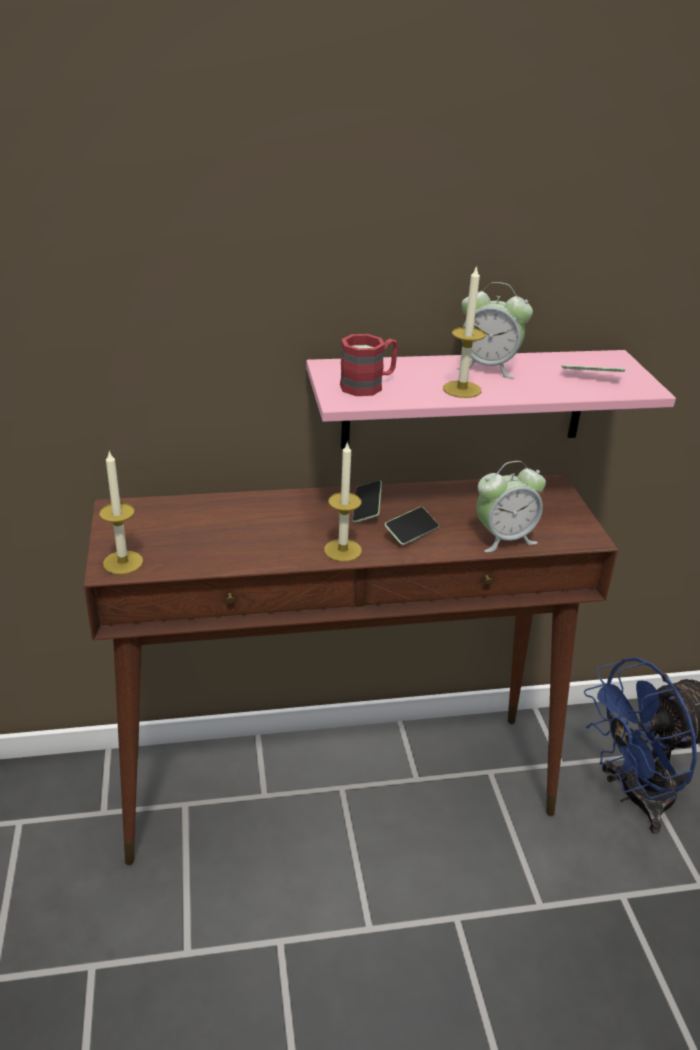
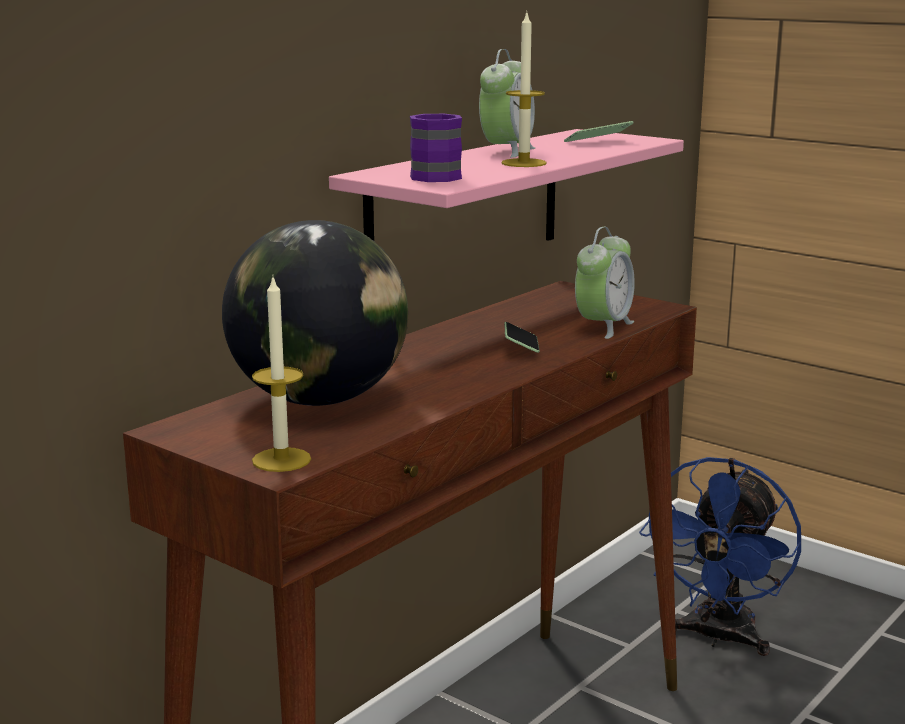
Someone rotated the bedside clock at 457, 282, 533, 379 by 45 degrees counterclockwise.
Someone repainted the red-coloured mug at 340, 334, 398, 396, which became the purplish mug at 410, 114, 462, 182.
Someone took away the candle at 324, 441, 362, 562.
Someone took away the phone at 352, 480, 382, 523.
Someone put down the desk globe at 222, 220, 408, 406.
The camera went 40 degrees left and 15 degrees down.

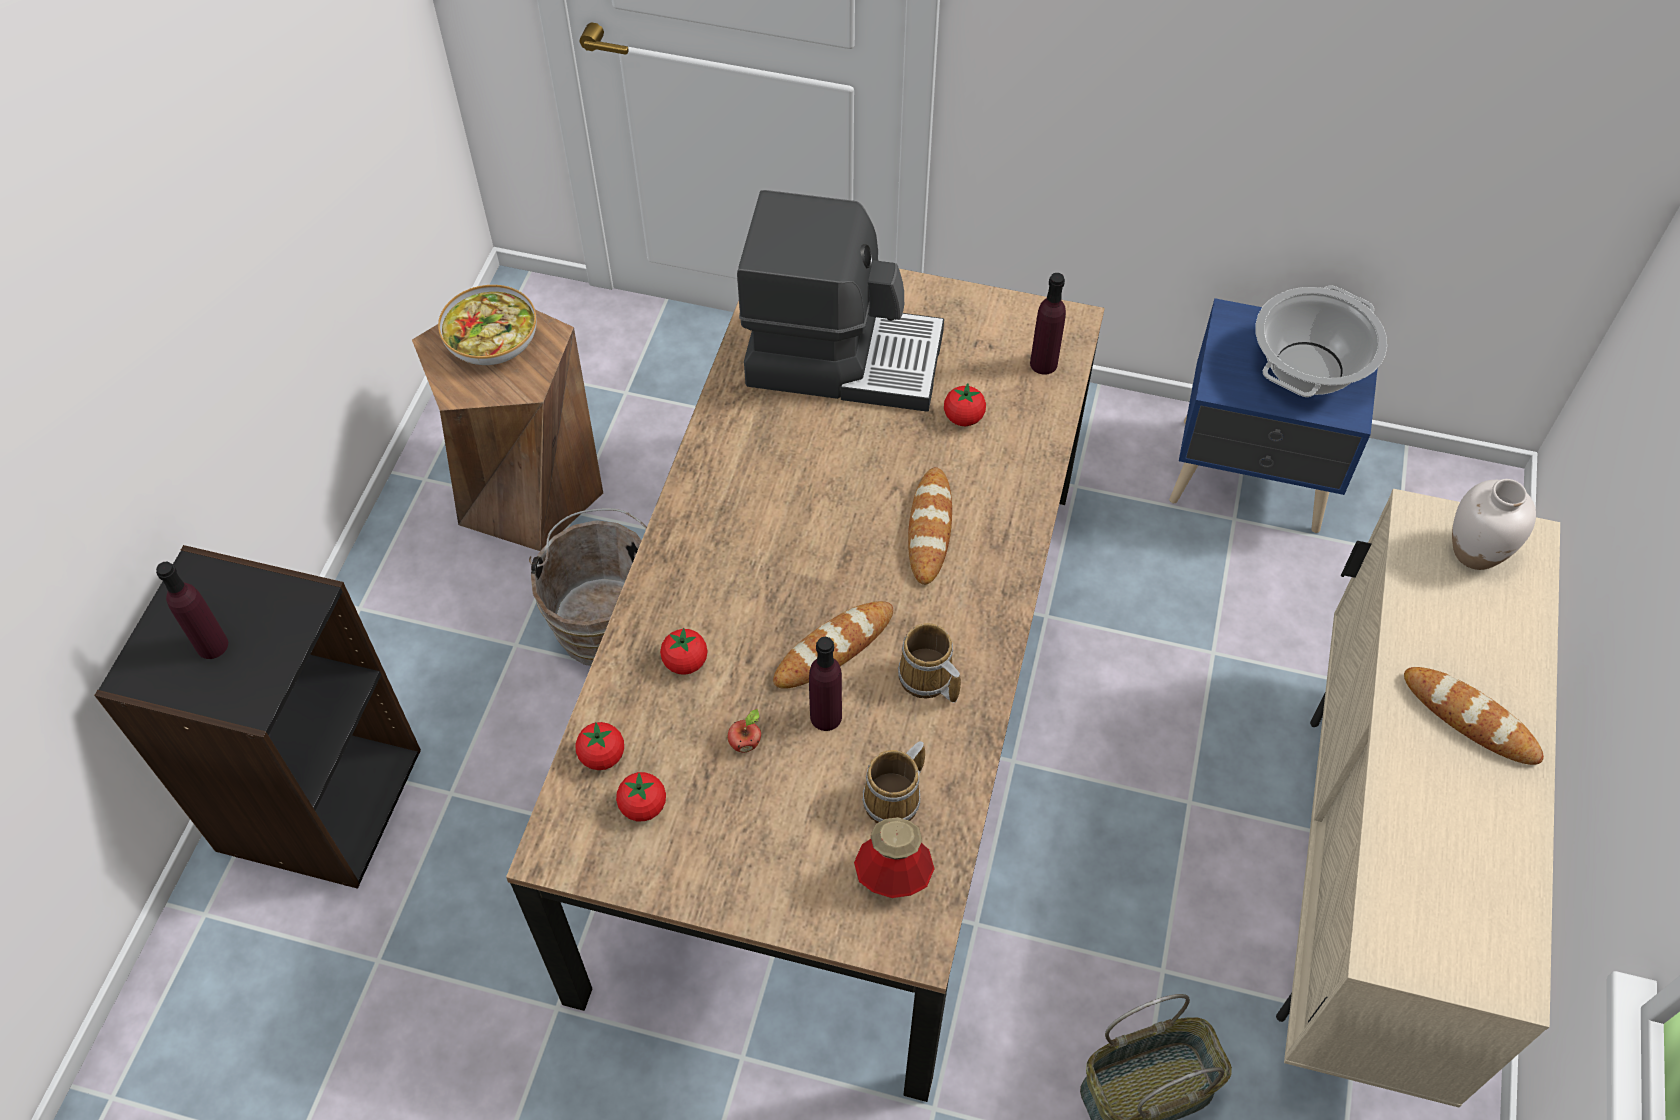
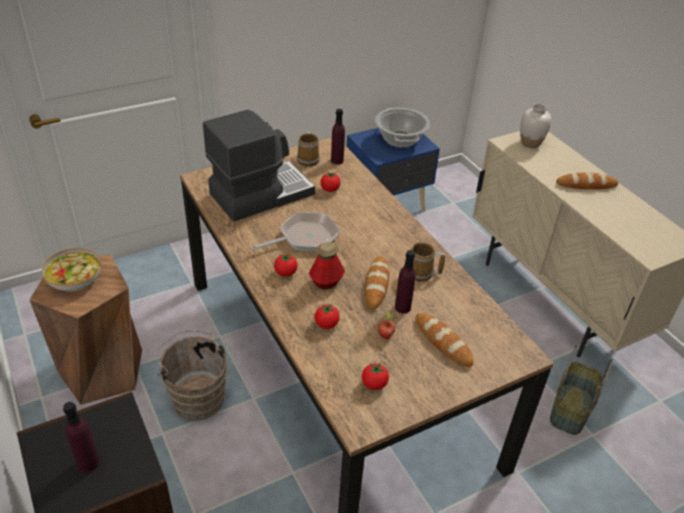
Someone carried the bakery bread from 908, 467, 952, 585 to 416, 313, 474, 367.
Someone carried the tomato from 576, 722, 624, 770 to 274, 253, 298, 277.
Someone carried the mug from 862, 741, 925, 823 to 297, 131, 320, 166.
Someone carried the beverage bottle from 854, 817, 934, 898 to 309, 242, 345, 289.
Someone put down the pan at 251, 212, 340, 252.
The camera went 45 degrees left and 15 degrees down.

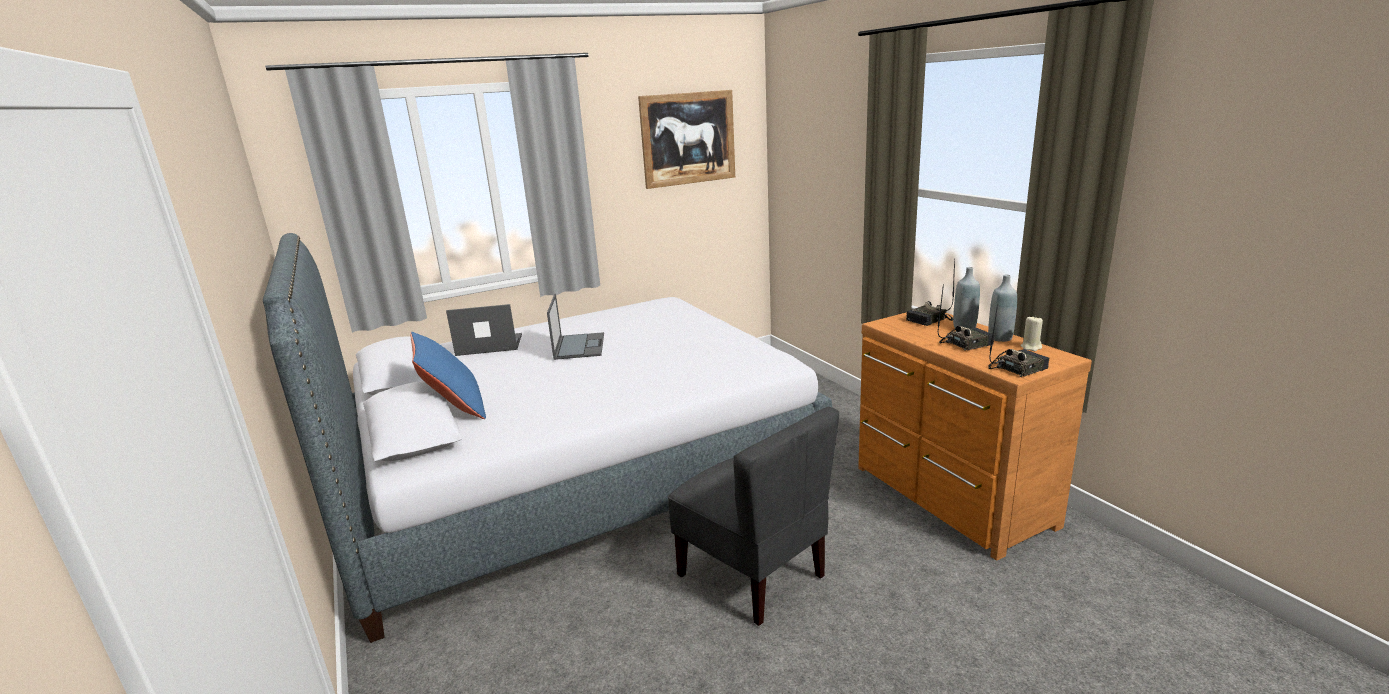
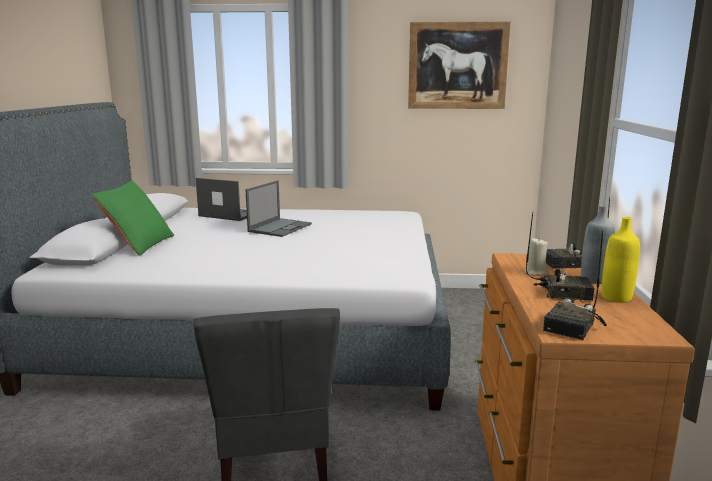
Someone repainted the greyish beverage bottle at 988, 275, 1017, 342, which became the yellow-coloured beverage bottle at 602, 217, 640, 303.
Someone rotated the radio receiver at 988, 304, 1049, 377 by 120 degrees clockwise.
Someone carried the beige-coloured candle from 1021, 316, 1043, 351 to 524, 238, 548, 276.
Someone repainted the bluish cushion at 410, 332, 486, 419, which became the green-coloured cushion at 91, 180, 174, 256.
The camera went 30 degrees right and 5 degrees down.

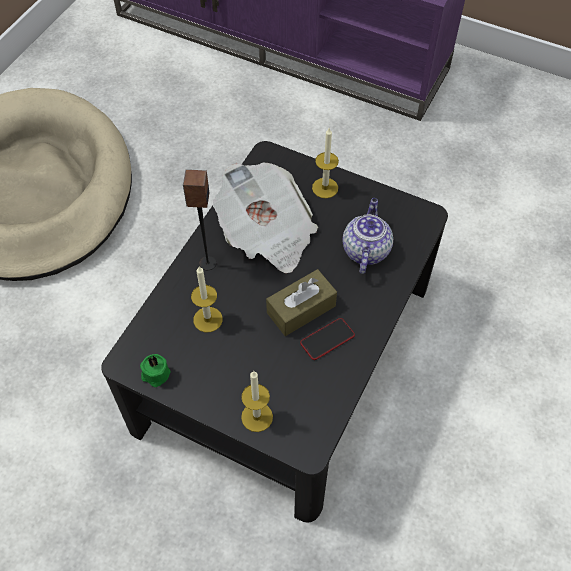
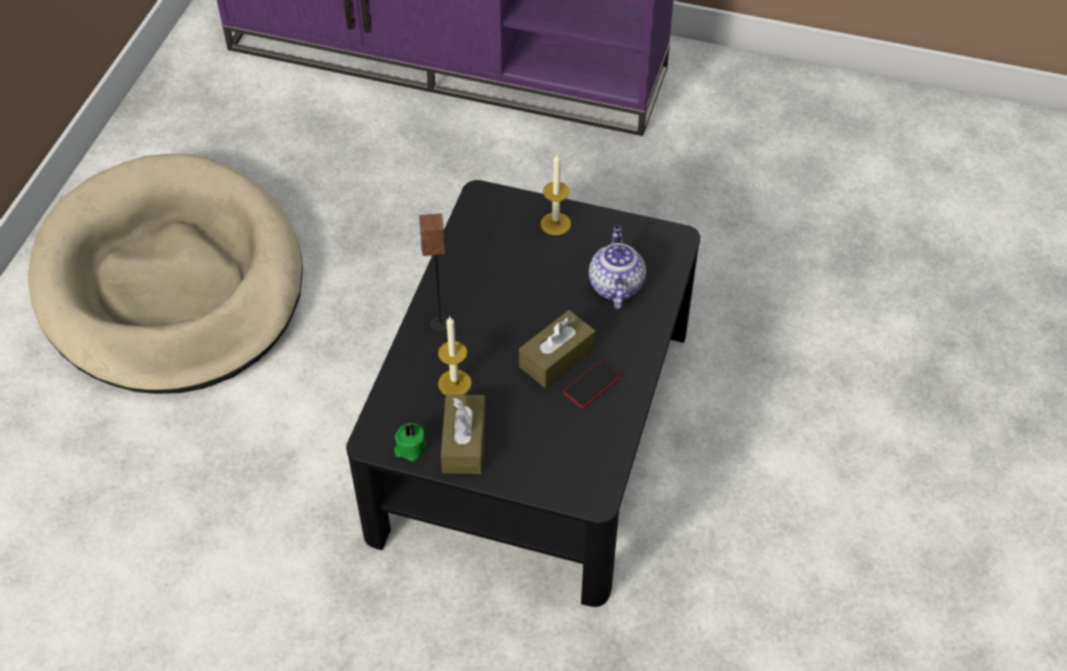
Someone took away the daily paper at 213, 162, 318, 273.
Someone took away the candle at 241, 371, 273, 432.
Someone put down the brown box of tissues at 441, 394, 486, 474.
The camera went 10 degrees left and 5 degrees down.

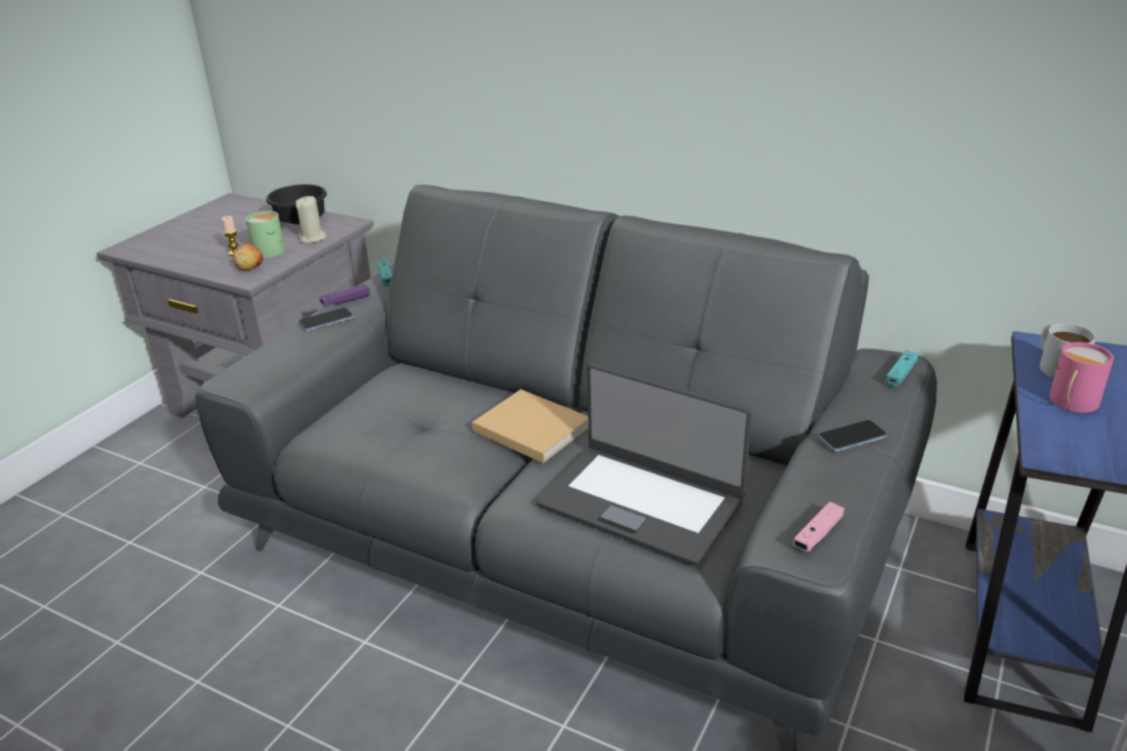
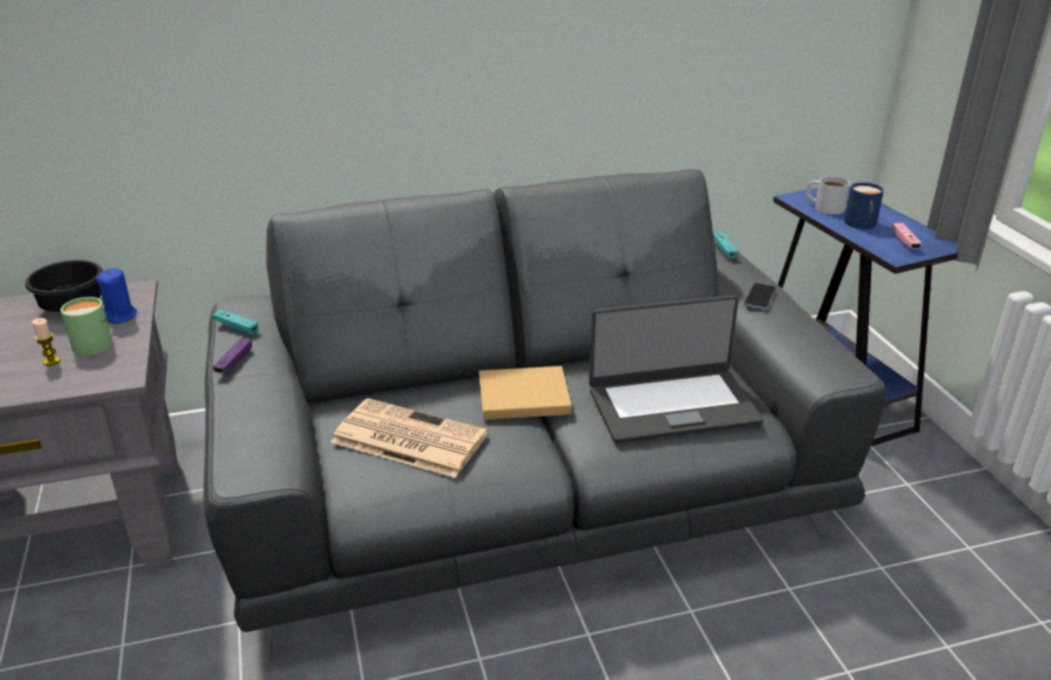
Someone repainted the beige-coloured candle at 296, 196, 327, 243, which became the bluish candle at 97, 268, 137, 324.
Someone took away the whole apple at 233, 243, 263, 270.
Someone took away the phone at 298, 307, 353, 331.
Someone repainted the pink-coloured mug at 1049, 342, 1114, 413, which became the bluish mug at 844, 182, 884, 229.
Someone carried the pink-coloured joypad from 793, 502, 844, 552 to 891, 223, 922, 249.
Someone put down the daily paper at 331, 398, 488, 478.
The camera went 45 degrees left and 0 degrees up.

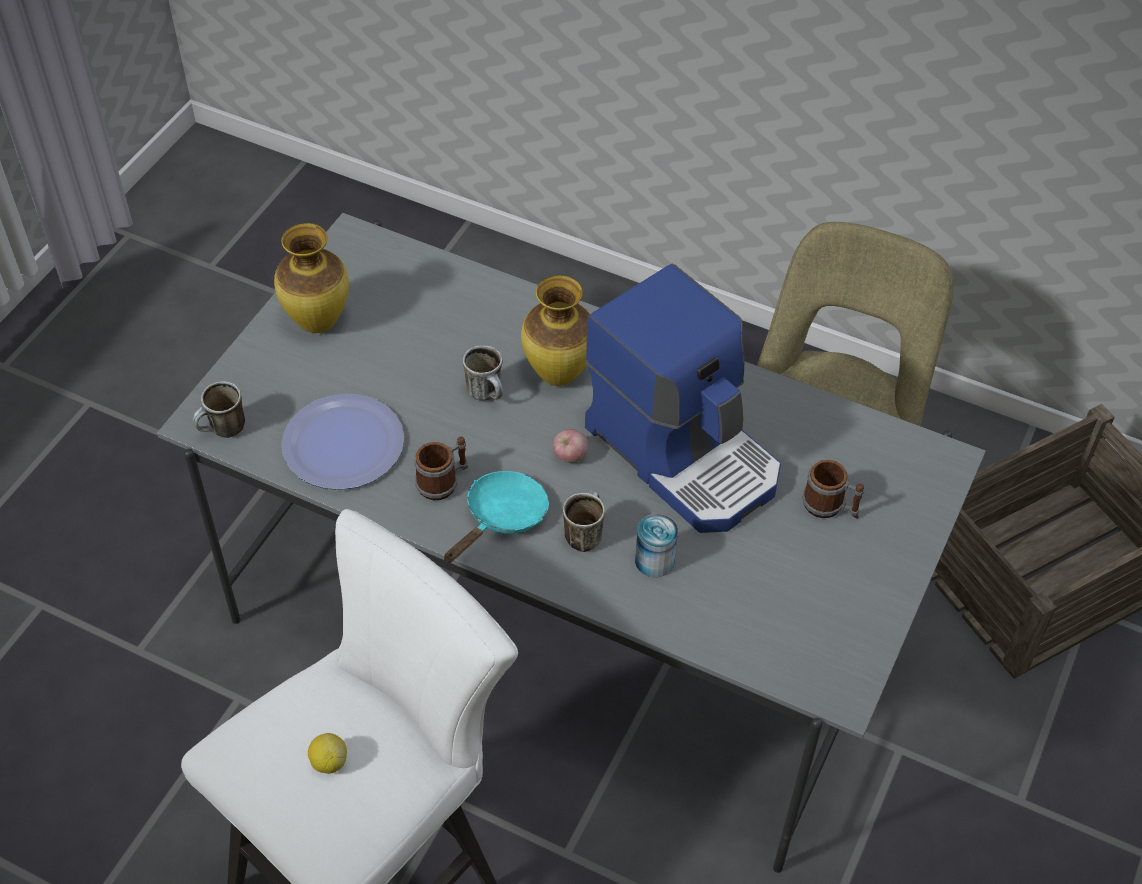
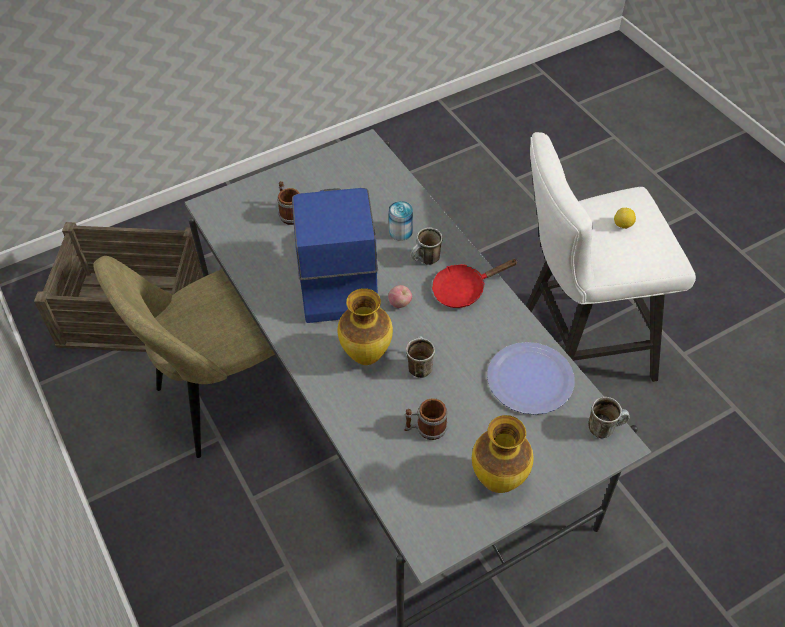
Someone carried the mug from 414, 436, 468, 500 to 404, 398, 448, 440.
Someone repainted the turquoise pan at 444, 471, 549, 563, which became the red-coloured pan at 432, 259, 517, 308.
The camera went 145 degrees left and 0 degrees up.

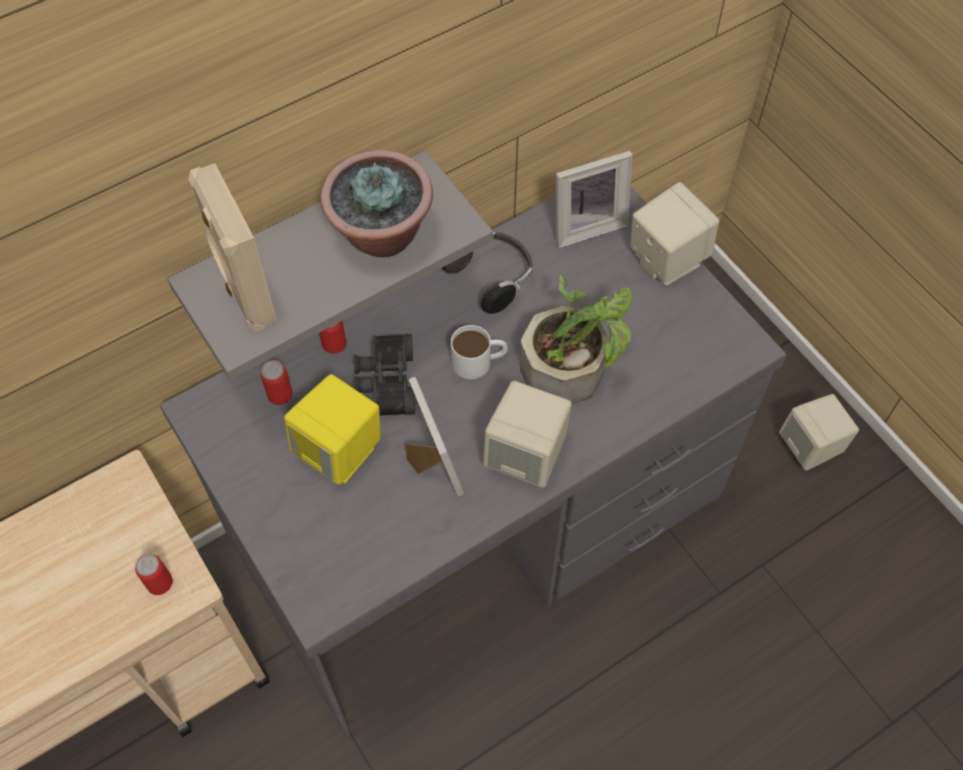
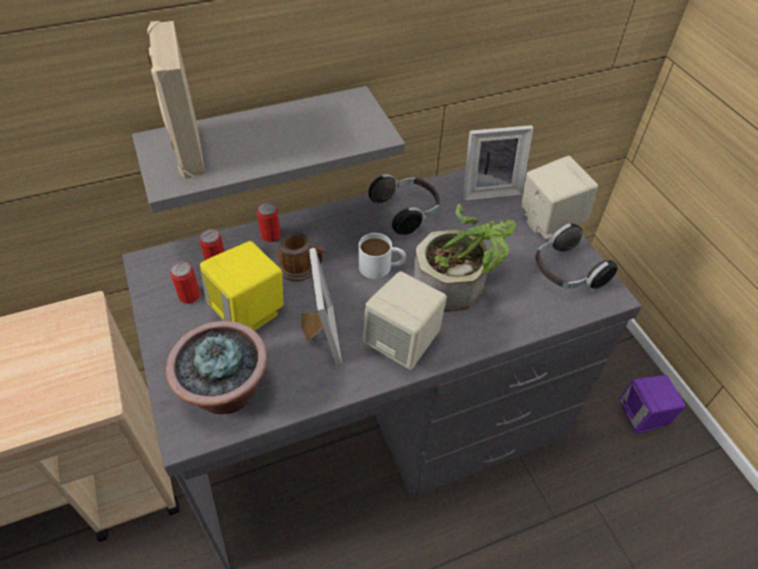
Someone carried the houseplant from 321, 150, 433, 257 to 166, 321, 268, 414.
Someone swapped the black field glasses at 354, 334, 415, 415 for the mug at 278, 232, 324, 282.
Someone repainted the beige-coloured audio speaker at 779, 394, 859, 471, which became the purplish audio speaker at 619, 375, 686, 434.
Someone carried the can from 135, 553, 173, 595 to 171, 261, 200, 304.
Someone put down the pair of headphones at 535, 224, 617, 290.
The camera went 10 degrees right and 10 degrees down.

